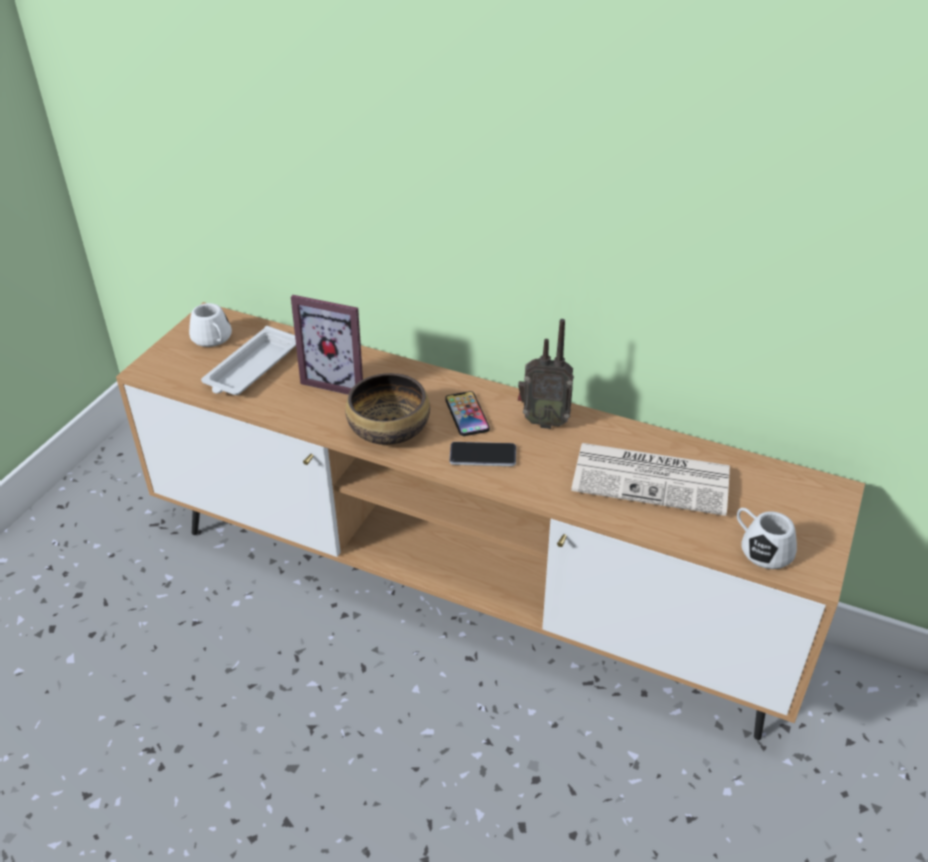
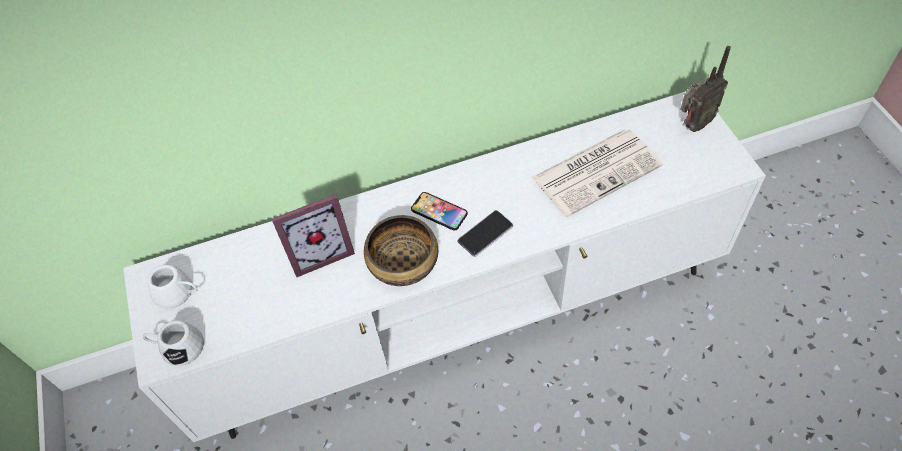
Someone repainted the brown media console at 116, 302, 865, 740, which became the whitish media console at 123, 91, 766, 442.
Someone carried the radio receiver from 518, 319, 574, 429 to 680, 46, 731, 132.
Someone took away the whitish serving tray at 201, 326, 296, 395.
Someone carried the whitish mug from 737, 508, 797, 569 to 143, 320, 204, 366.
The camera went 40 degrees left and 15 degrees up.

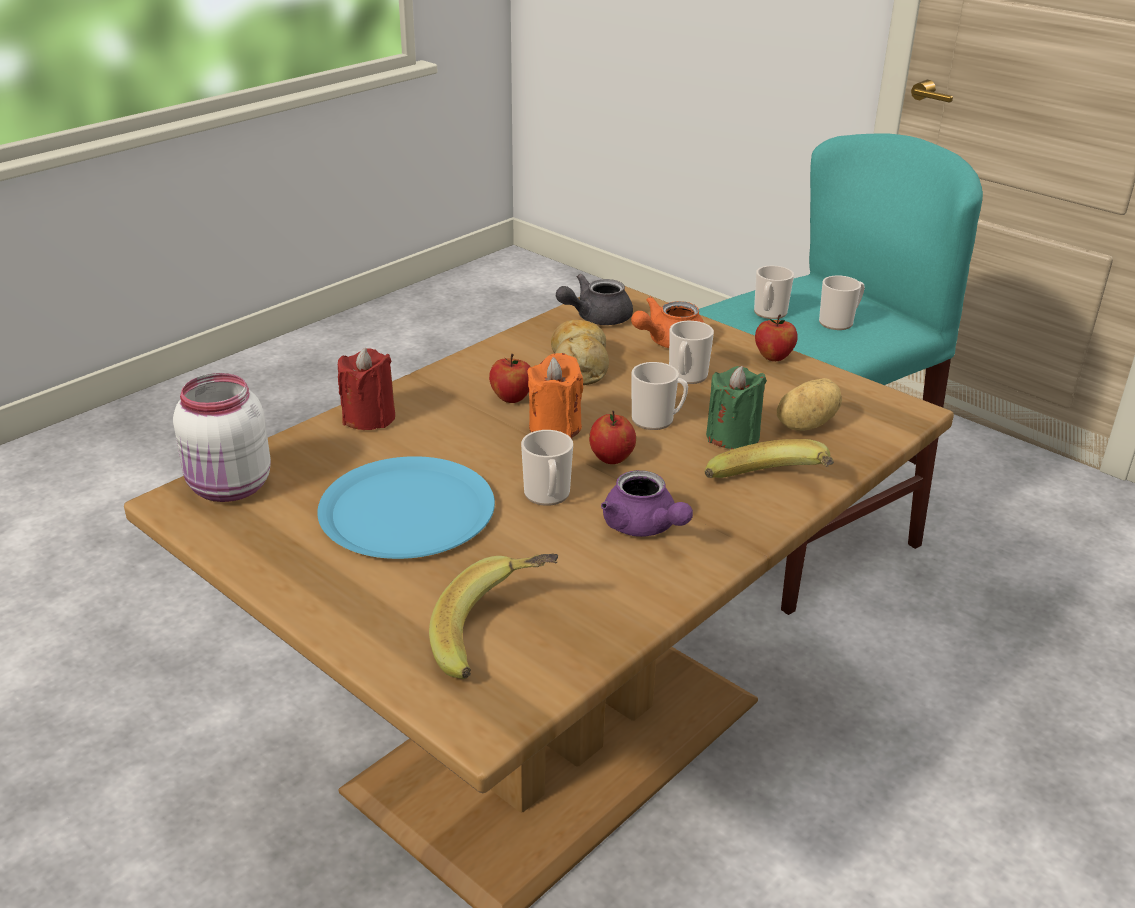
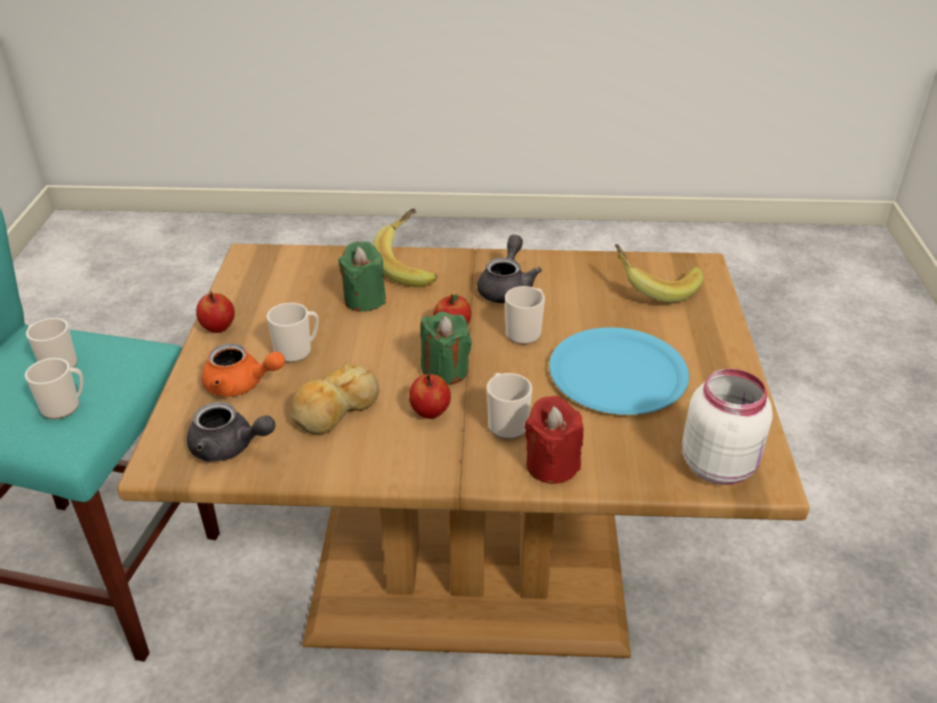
Someone repainted the orangey candle at 528, 353, 583, 439, which became the green-coloured candle at 421, 311, 472, 385.
Someone carried the mug from 632, 362, 688, 430 to 487, 373, 532, 439.
Someone took away the potato at 777, 378, 842, 431.
Someone repainted the purplish tea pot at 601, 470, 693, 537, which became the greyish tea pot at 477, 235, 542, 303.
The camera went 130 degrees left and 5 degrees up.

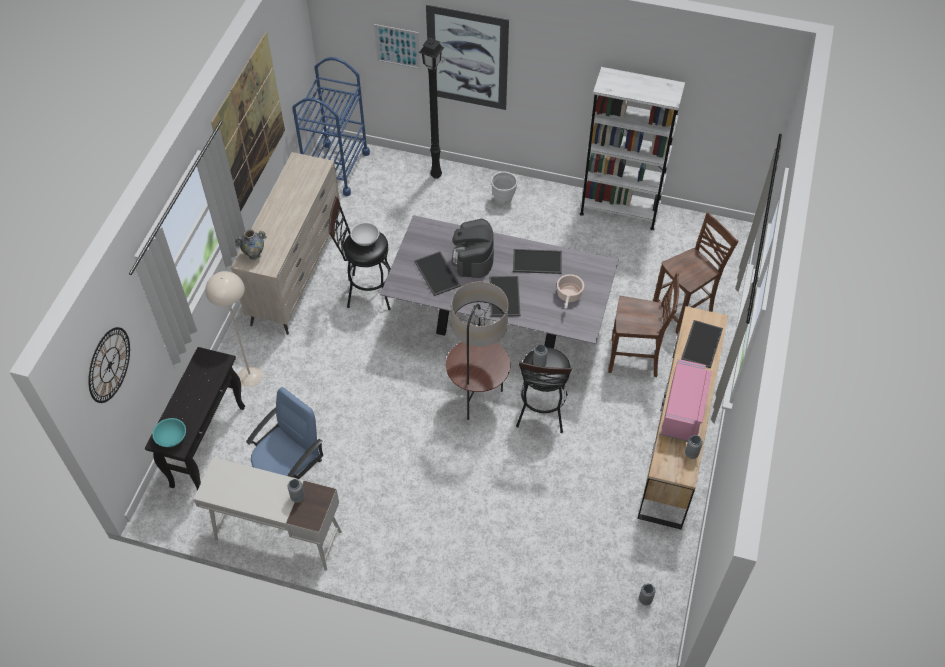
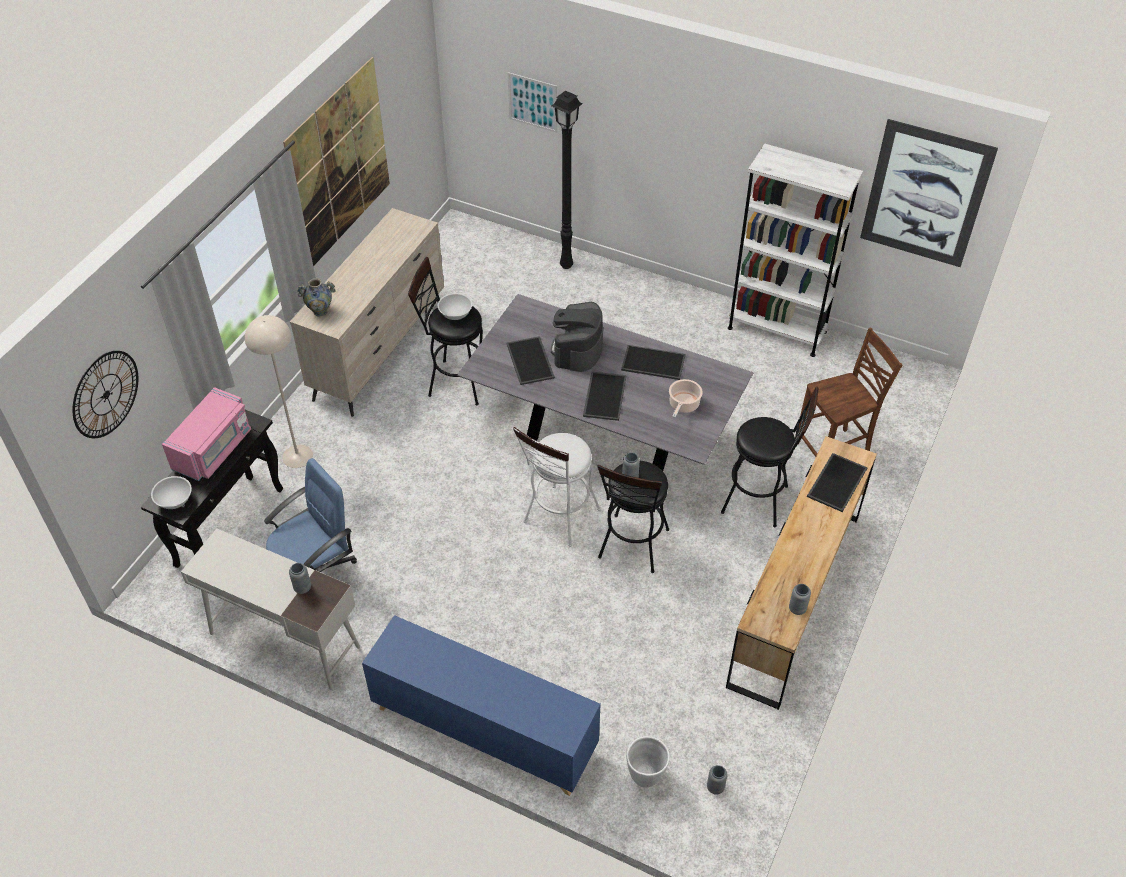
Someone carried the wall picture from 426, 4, 509, 110 to 860, 119, 998, 267.
Someone took away the bluish wheeled cart at 292, 57, 370, 196.
Someone carried the whitish flower pot from 491, 171, 517, 205 to 626, 736, 670, 787.
Someone swapped the brown upright chair at 608, 273, 679, 377 for the black stool seat at 721, 387, 819, 527.
Someone swapped the standing lamp at 446, 282, 510, 420 for the whitish stool seat at 513, 427, 601, 547.
Someone carried the pink-coloured microwave from 661, 359, 712, 441 to 162, 387, 251, 481.
Someone repainted the turquoise bowl at 152, 418, 186, 447, which became the whitish bowl at 151, 476, 192, 509.
Someone put down the bluish cabinet at 362, 615, 601, 796.
The camera went 10 degrees right and 5 degrees down.

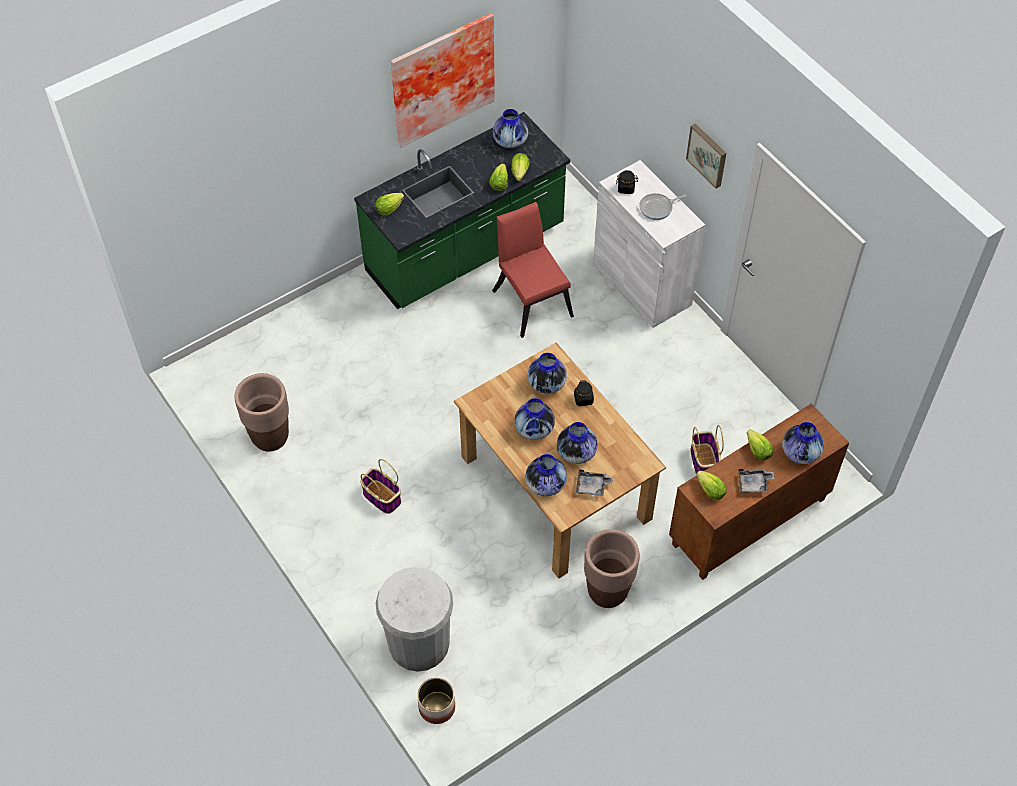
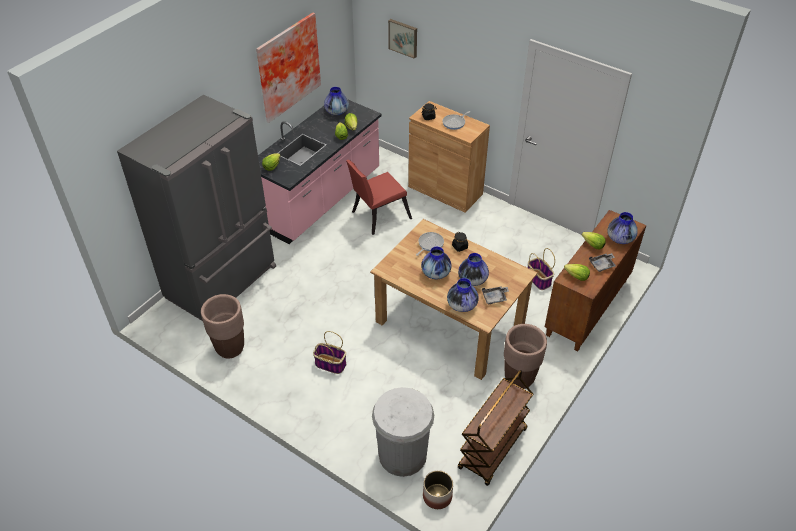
Someone repainted the green-coloured kitchen counter at 354, 112, 570, 309, which became the pink-coloured kitchen counter at 258, 100, 382, 244.
Someone carried the wall picture from 686, 124, 726, 189 to 388, 19, 417, 59.
Someone repainted the whitish cabinet at 593, 160, 705, 328, which became the brown cabinet at 408, 101, 490, 212.
Someone rotated the red-coloured upright chair at 492, 202, 574, 338 by 75 degrees counterclockwise.
Someone swapped the decorative vase at 527, 353, 567, 394 for the pan at 416, 232, 444, 256.
Someone put down the greyish refrigerator at 117, 95, 276, 321.
Someone put down the brown wheeled cart at 458, 370, 533, 486.
The camera went 20 degrees left and 10 degrees down.

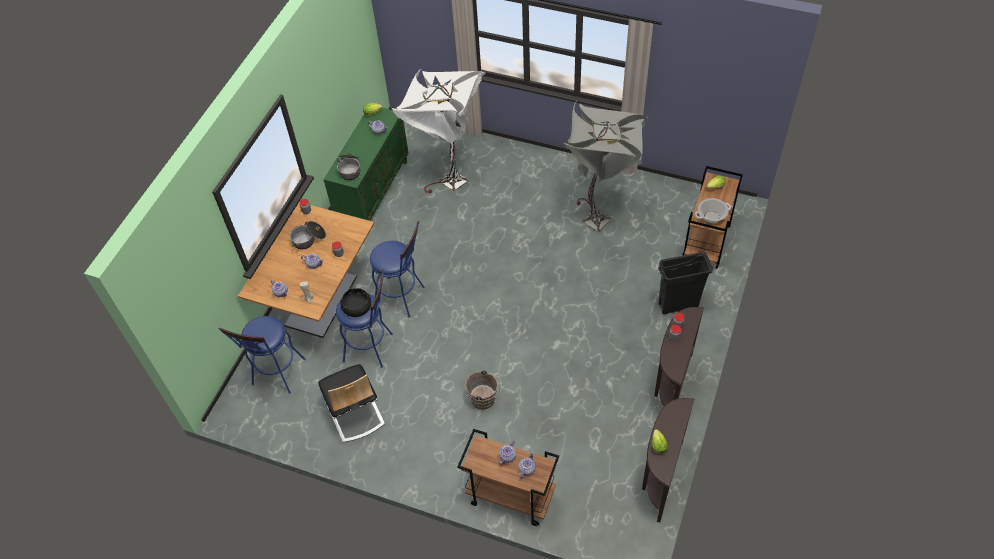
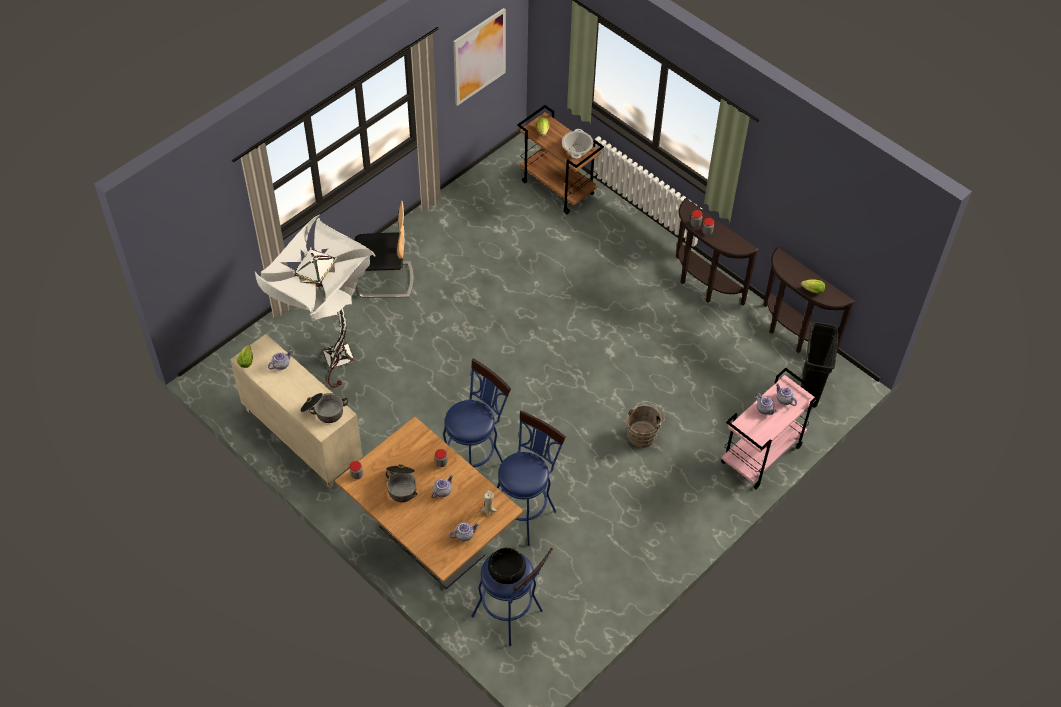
Someone took away the greyish standing lamp at 563, 101, 648, 232.
Someone repainted the green-coloured cabinet at 324, 108, 409, 221, which became the beige-coloured cabinet at 230, 334, 363, 488.
Someone carried the black trash can from 658, 252, 713, 314 to 801, 321, 840, 408.
Someone carried the black bowl from 340, 288, 371, 317 to 488, 548, 526, 584.
Someone carried the upright chair from 318, 364, 385, 443 to 354, 201, 414, 298.
Someone repainted the brown wheeled cart at 457, 429, 559, 526, which became the pink-coloured wheeled cart at 721, 368, 821, 489.
Someone put up the wall picture at 453, 8, 506, 106.
The camera went 70 degrees left and 0 degrees up.

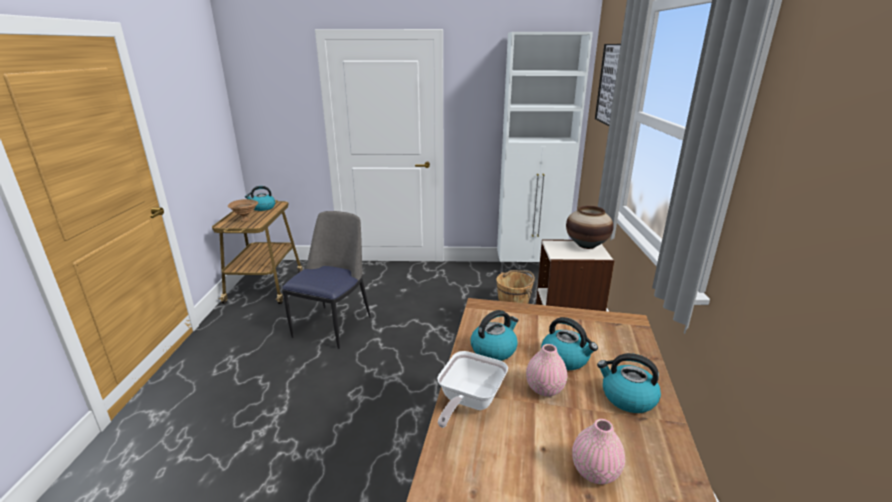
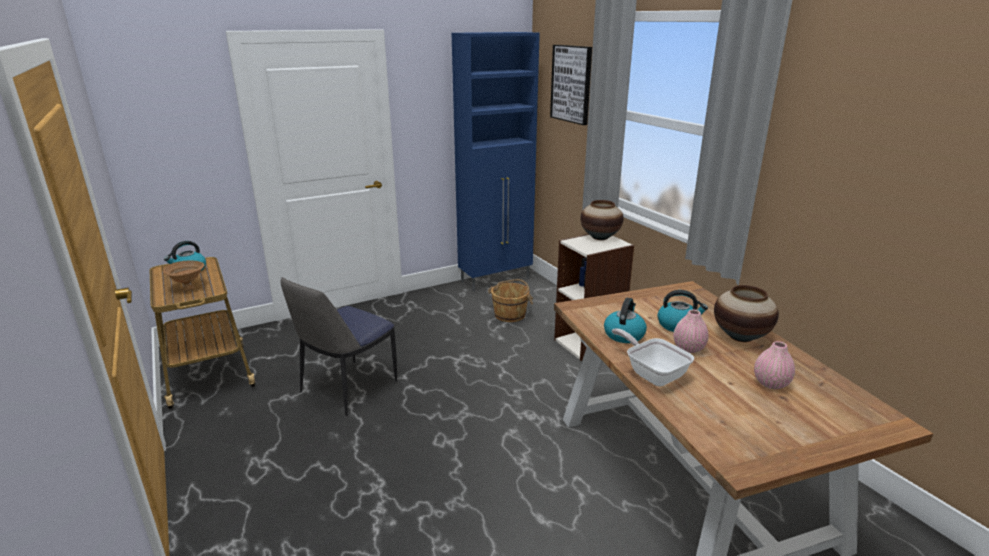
Someone repainted the whitish cabinet at 497, 32, 593, 272, which became the bluish cabinet at 452, 32, 540, 292.
Someone rotated the upright chair at 282, 211, 371, 349 by 135 degrees counterclockwise.
Someone rotated the pan at 437, 351, 508, 428 by 150 degrees clockwise.
Someone swapped the tea kettle at 597, 353, 661, 413 for the decorative vase at 714, 285, 779, 342.
The camera went 30 degrees left and 0 degrees up.

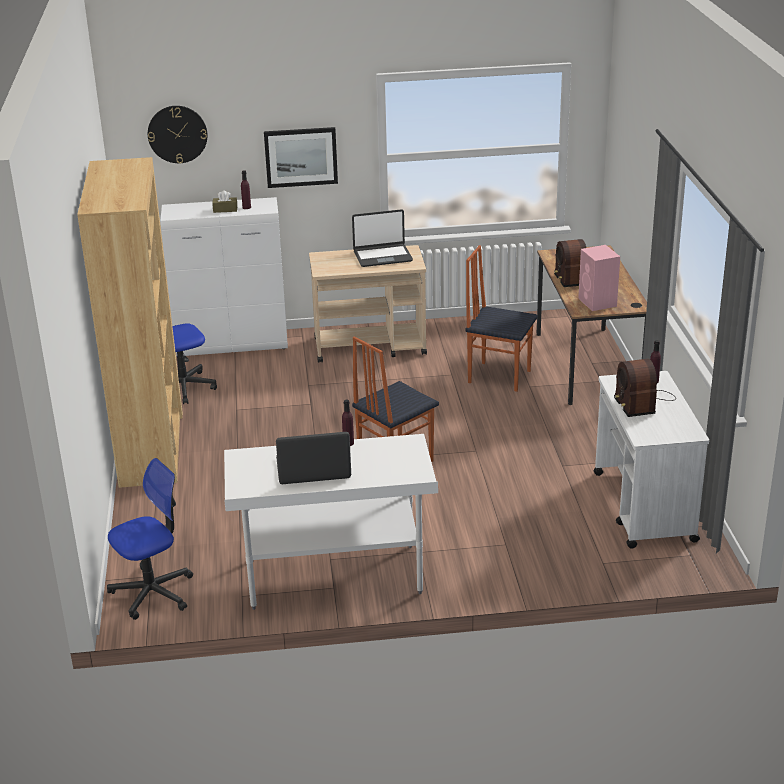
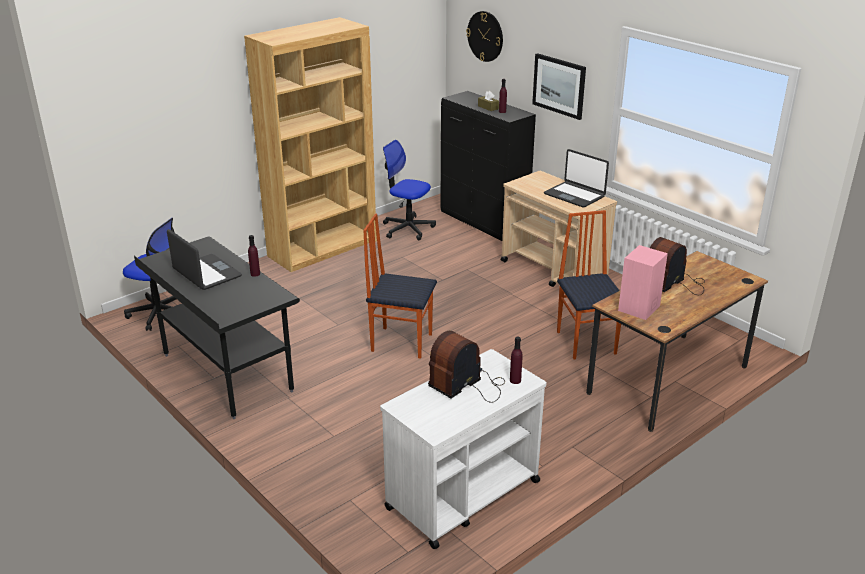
Someone repainted the whitish cabinet at 161, 197, 288, 356, which became the black cabinet at 441, 91, 536, 241.
Someone repainted the whitish desk unit at 224, 434, 438, 610, which became the black desk unit at 134, 236, 300, 419.
The camera went 55 degrees right and 0 degrees up.

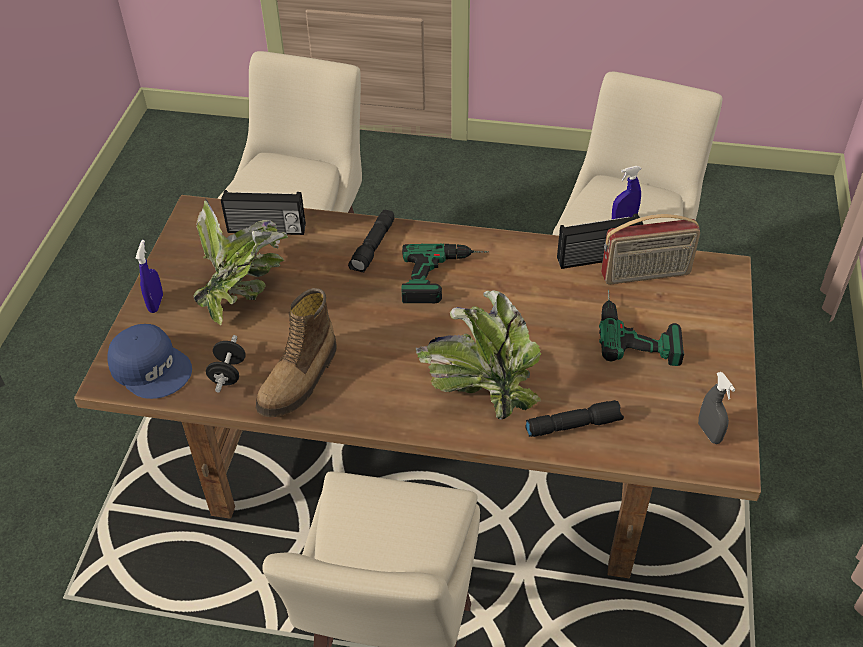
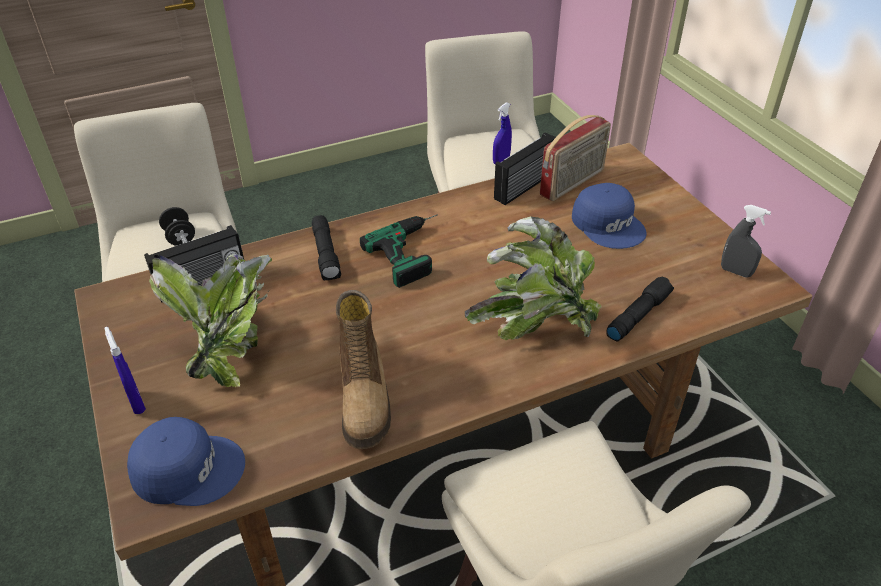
Someone swapped the drill at 599, 290, 684, 366 for the bluish peaked cap at 572, 183, 647, 249.
Someone carried the black dumbbell from 206, 335, 246, 392 to 159, 207, 195, 246.
The camera went 35 degrees left and 5 degrees down.

